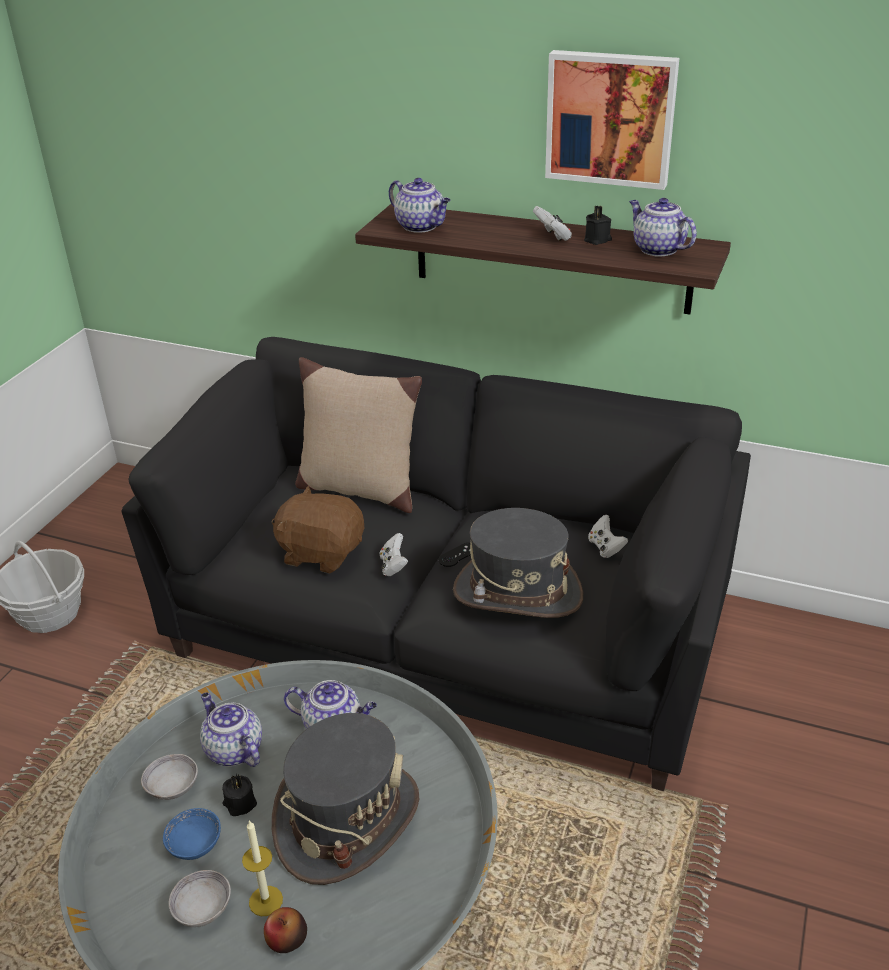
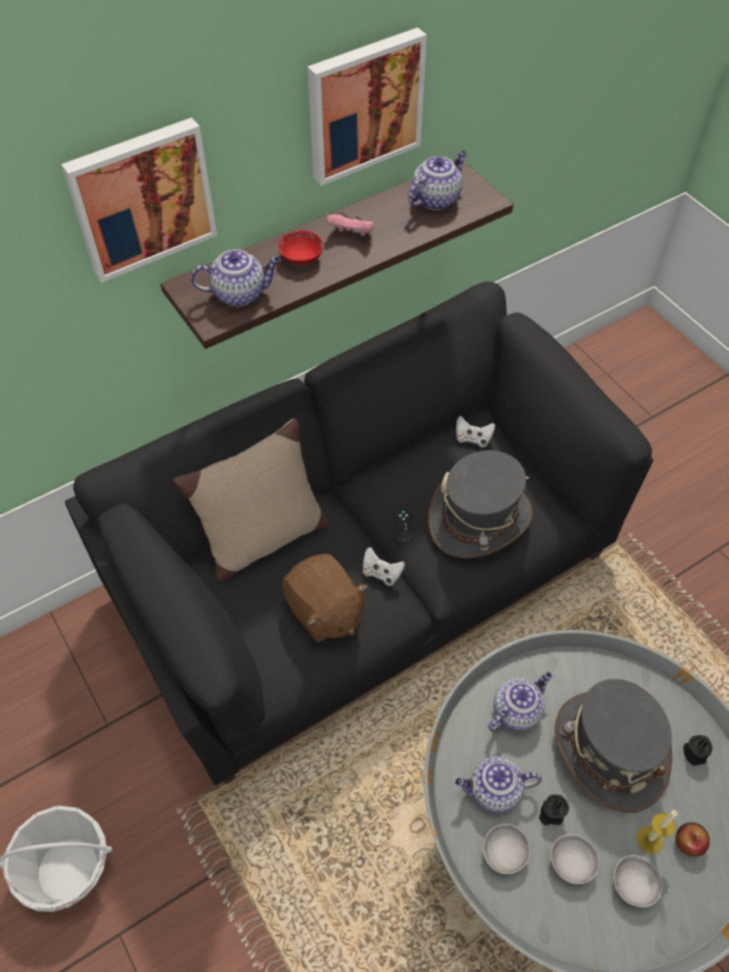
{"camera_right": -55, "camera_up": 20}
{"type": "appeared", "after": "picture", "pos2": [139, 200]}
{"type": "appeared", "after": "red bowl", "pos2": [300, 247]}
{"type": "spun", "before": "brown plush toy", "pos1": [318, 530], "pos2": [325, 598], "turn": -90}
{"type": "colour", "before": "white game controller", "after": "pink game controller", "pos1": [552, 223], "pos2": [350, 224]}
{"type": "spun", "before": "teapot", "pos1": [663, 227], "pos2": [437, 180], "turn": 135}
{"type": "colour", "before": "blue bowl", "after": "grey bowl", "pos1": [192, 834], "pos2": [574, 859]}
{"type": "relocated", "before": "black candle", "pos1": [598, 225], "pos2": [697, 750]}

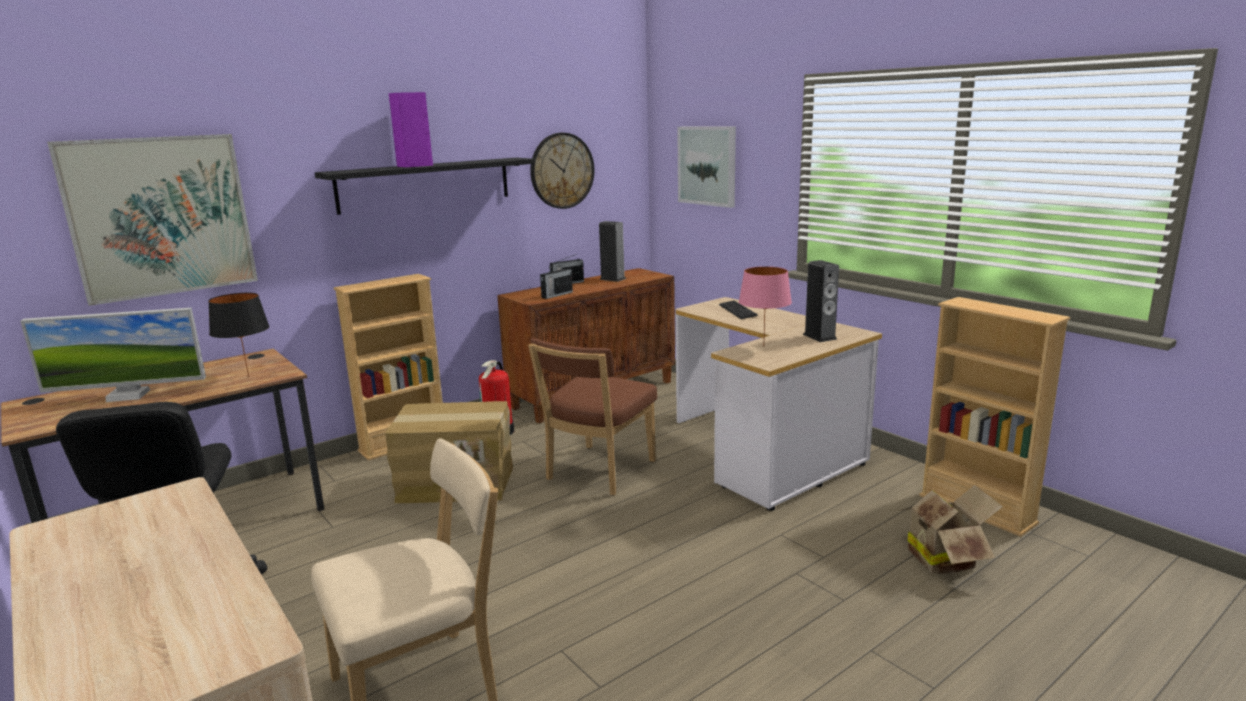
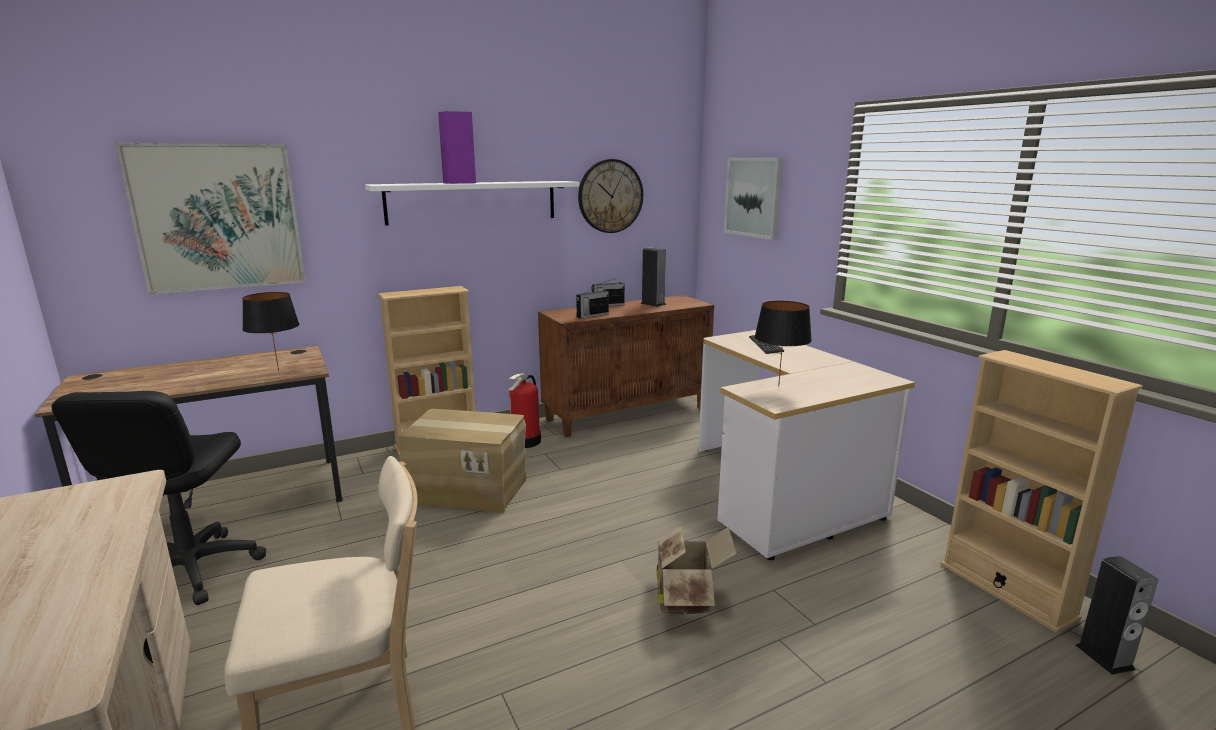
{"camera_right": 10, "camera_up": 0}
{"type": "colour", "before": "black shelf", "after": "white shelf", "pos1": [425, 186], "pos2": [472, 203]}
{"type": "relocated", "before": "cardboard box", "pos1": [950, 529], "pos2": [696, 570]}
{"type": "colour", "before": "pink table lamp", "after": "black table lamp", "pos1": [765, 306], "pos2": [783, 343]}
{"type": "relocated", "before": "speaker", "pos1": [821, 301], "pos2": [1117, 615]}
{"type": "missing", "before": "monitor", "pos1": [113, 354]}
{"type": "missing", "before": "brown chair", "pos1": [592, 416]}

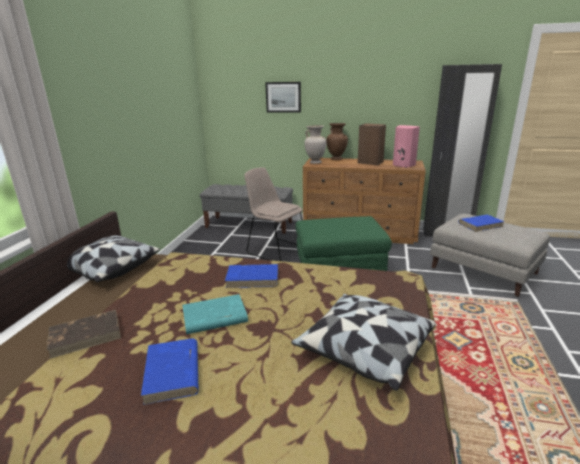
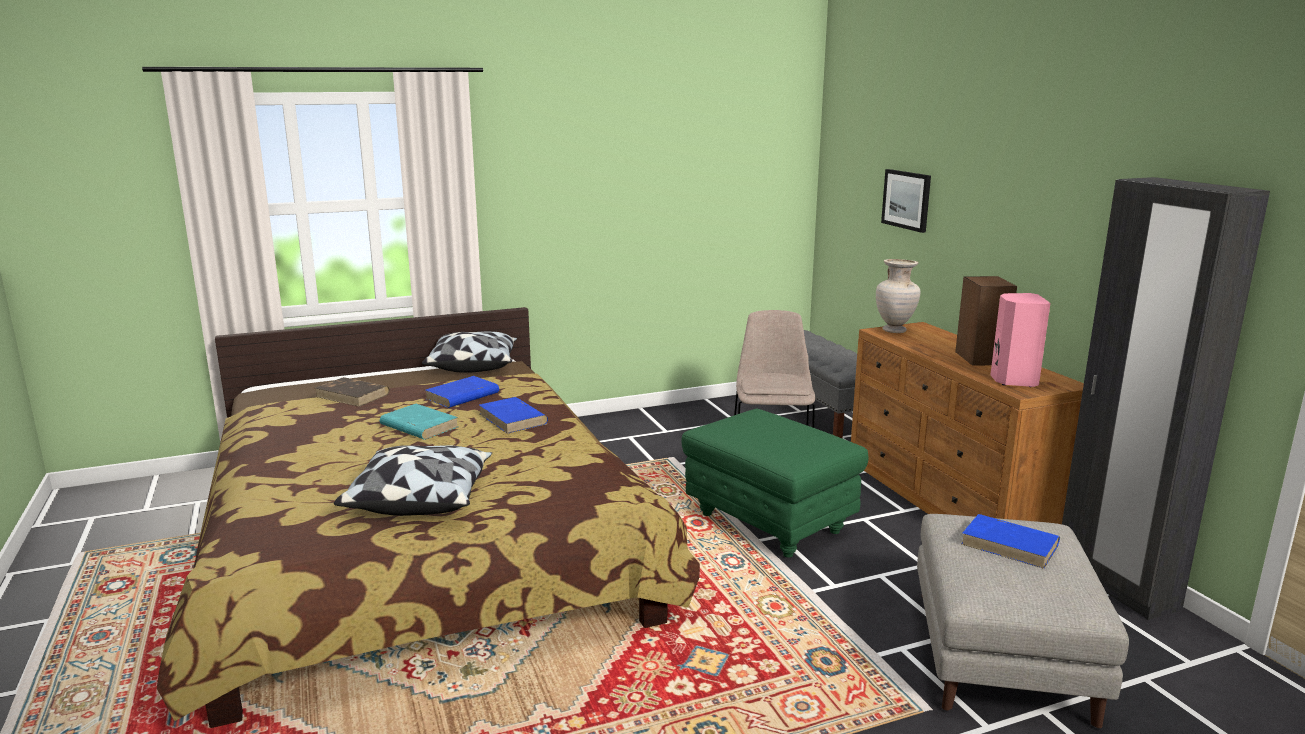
{"camera_right": 55, "camera_up": -5}
{"type": "relocated", "before": "blue book", "pos1": [170, 372], "pos2": [462, 392]}
{"type": "missing", "before": "brown vase", "pos1": [337, 141]}

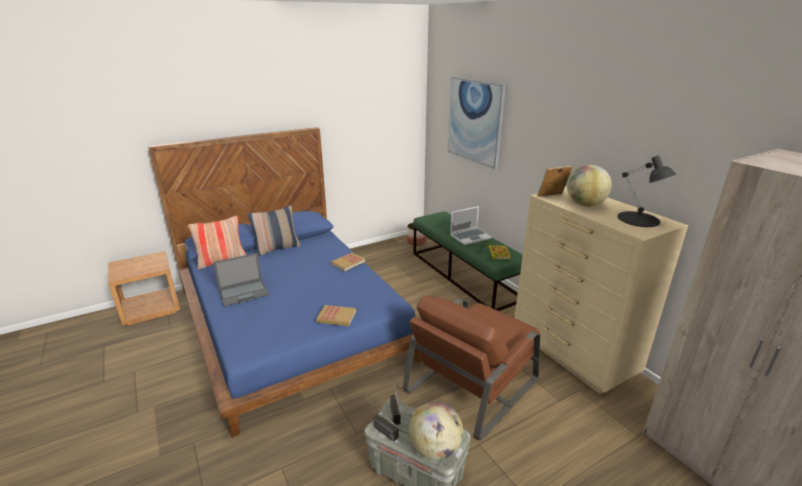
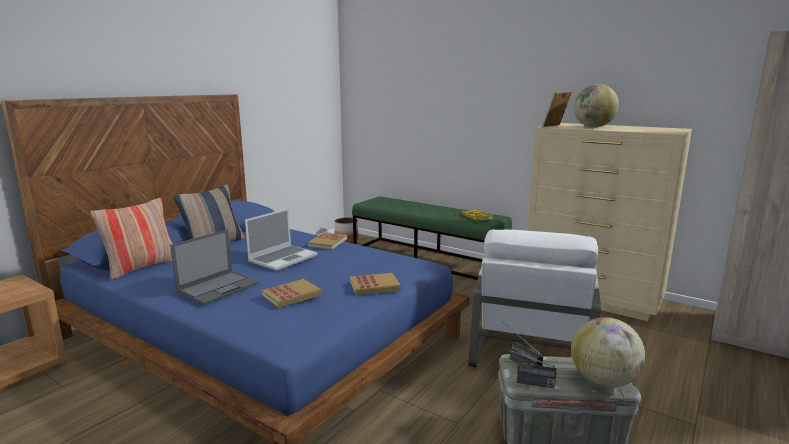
{"camera_right": -25, "camera_up": -10}
{"type": "relocated", "before": "laptop", "pos1": [471, 225], "pos2": [281, 239]}
{"type": "appeared", "after": "book", "pos2": [292, 293]}
{"type": "colour", "before": "brown armchair", "after": "white armchair", "pos1": [471, 368], "pos2": [534, 298]}
{"type": "missing", "before": "picture", "pos1": [477, 123]}
{"type": "missing", "before": "black table lamp", "pos1": [647, 191]}

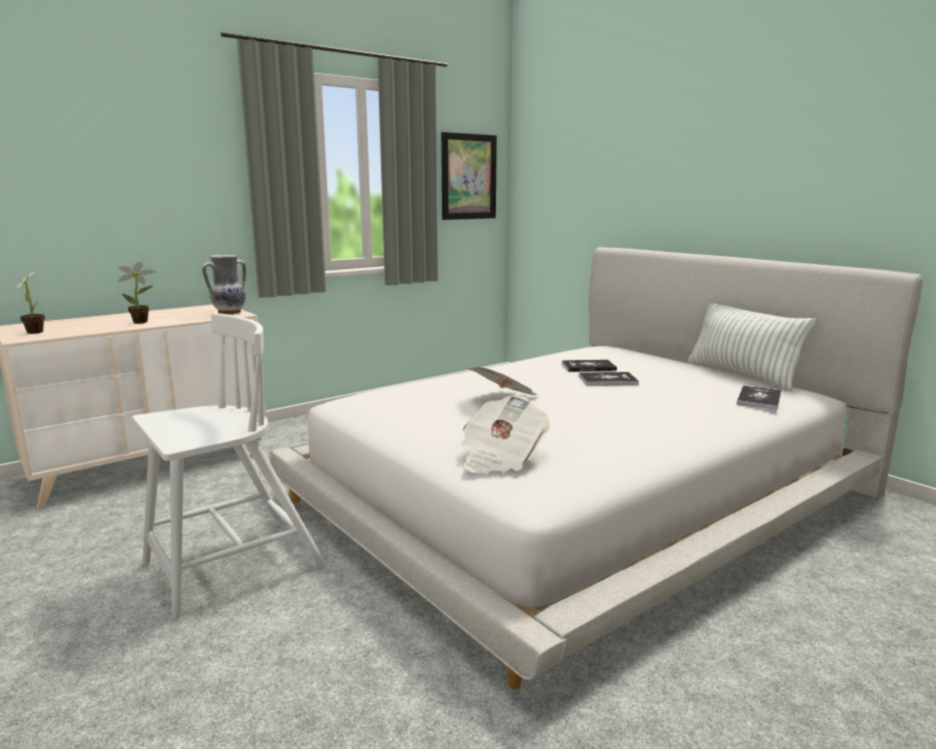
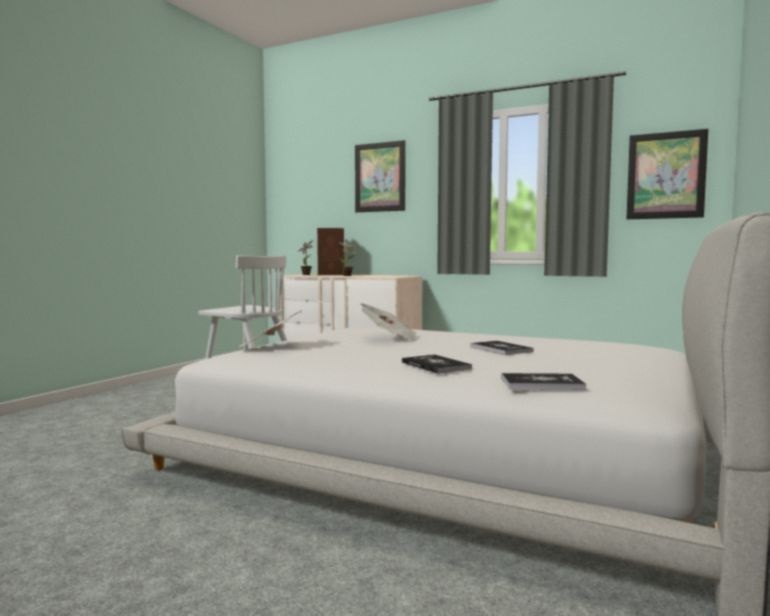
{"camera_right": 65, "camera_up": -10}
{"type": "appeared", "after": "brown speaker", "pos2": [330, 251]}
{"type": "appeared", "after": "picture", "pos2": [380, 176]}
{"type": "relocated", "before": "book", "pos1": [589, 365], "pos2": [437, 364]}
{"type": "missing", "before": "vase", "pos1": [224, 284]}
{"type": "missing", "before": "pillow", "pos1": [751, 347]}

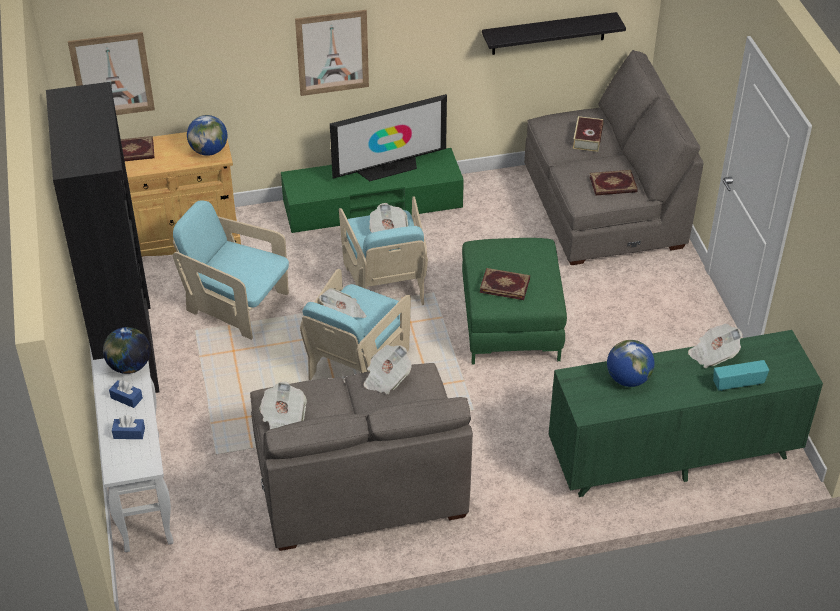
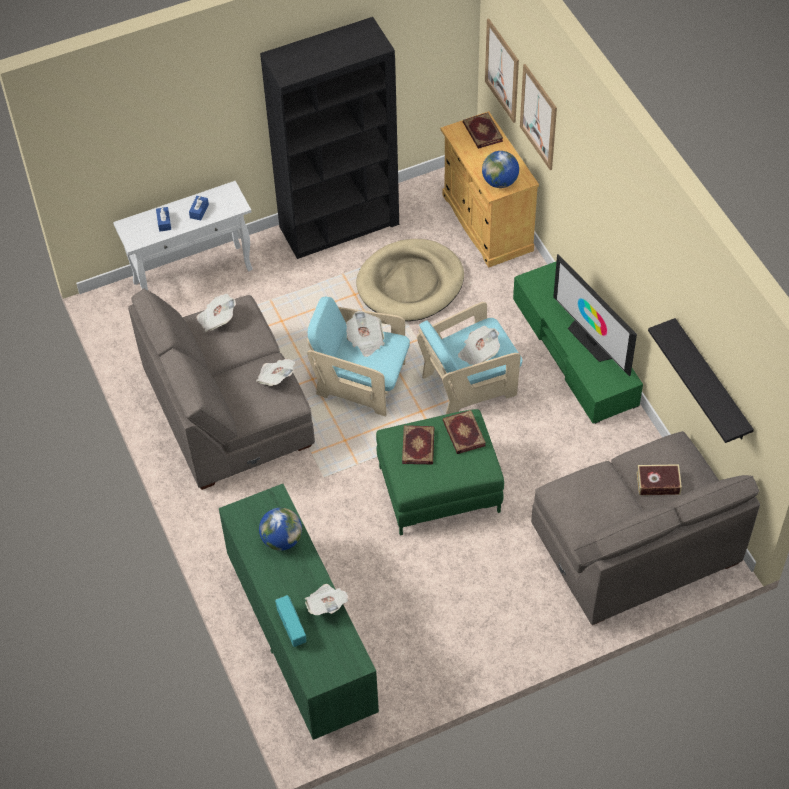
{"camera_right": 80, "camera_up": 10}
{"type": "exchanged", "before": "turquoise armchair", "after": "beige dog bed", "pos1": [231, 270], "pos2": [410, 280]}
{"type": "relocated", "before": "book", "pos1": [614, 182], "pos2": [464, 432]}
{"type": "relocated", "before": "picture", "pos1": [332, 53], "pos2": [538, 117]}
{"type": "missing", "before": "globe", "pos1": [127, 350]}

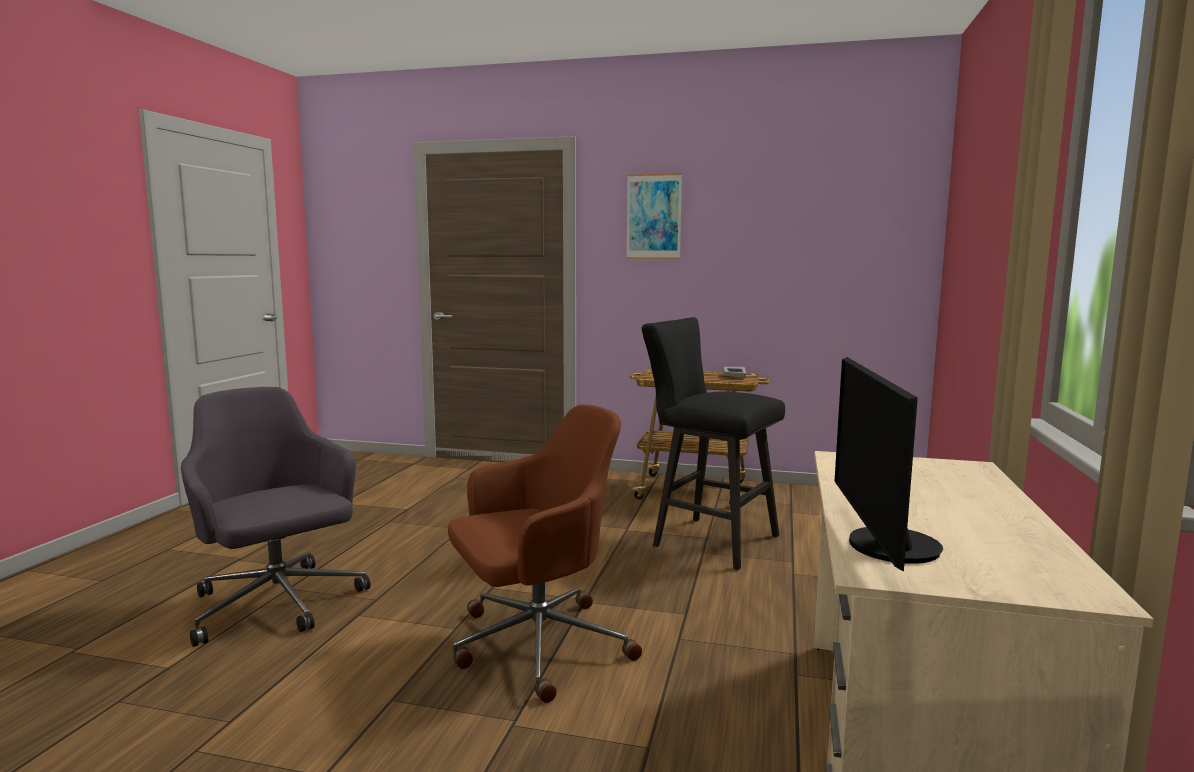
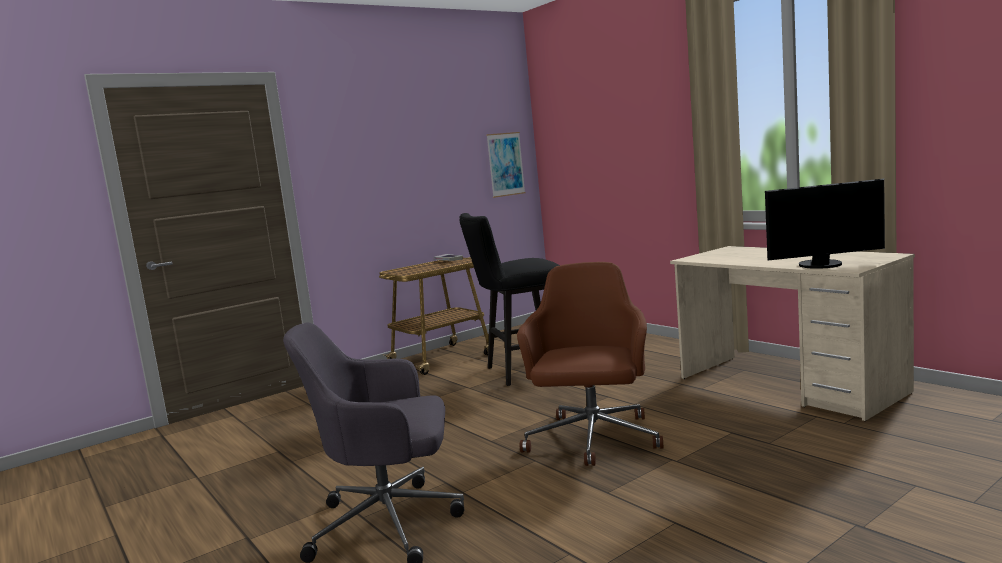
{"camera_right": -50, "camera_up": 0}
{"type": "relocated", "before": "picture", "pos1": [654, 216], "pos2": [505, 165]}
{"type": "spun", "before": "monitor", "pos1": [888, 464], "pos2": [825, 224], "turn": -45}

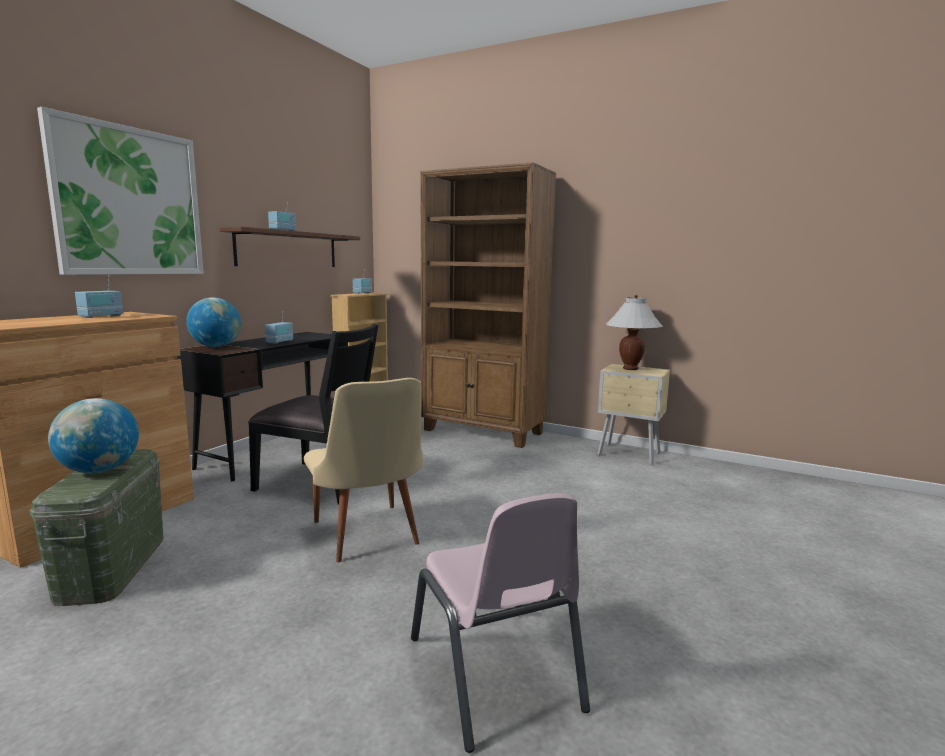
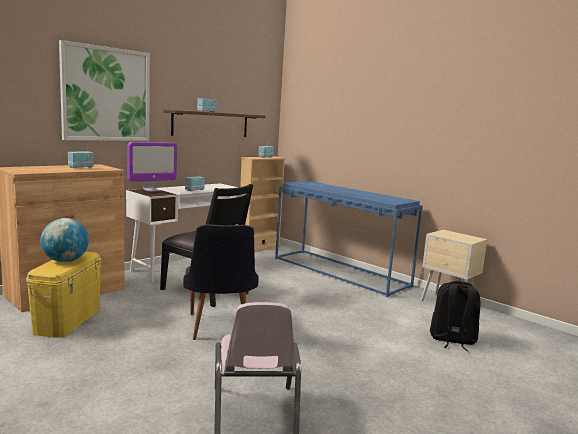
{"camera_right": 15, "camera_up": 0}
{"type": "colour", "before": "green storage box", "after": "yellow storage box", "pos1": [96, 527], "pos2": [64, 294]}
{"type": "colour", "before": "black desk", "after": "white desk", "pos1": [262, 406], "pos2": [185, 232]}
{"type": "exchanged", "before": "globe", "after": "monitor", "pos1": [213, 322], "pos2": [152, 167]}
{"type": "colour", "before": "beige chair", "after": "black chair", "pos1": [363, 470], "pos2": [221, 282]}
{"type": "exchanged", "before": "brown bookcase", "after": "blue console table", "pos1": [488, 305], "pos2": [349, 239]}
{"type": "appeared", "after": "black backpack", "pos2": [455, 316]}
{"type": "missing", "before": "white table lamp", "pos1": [634, 332]}

